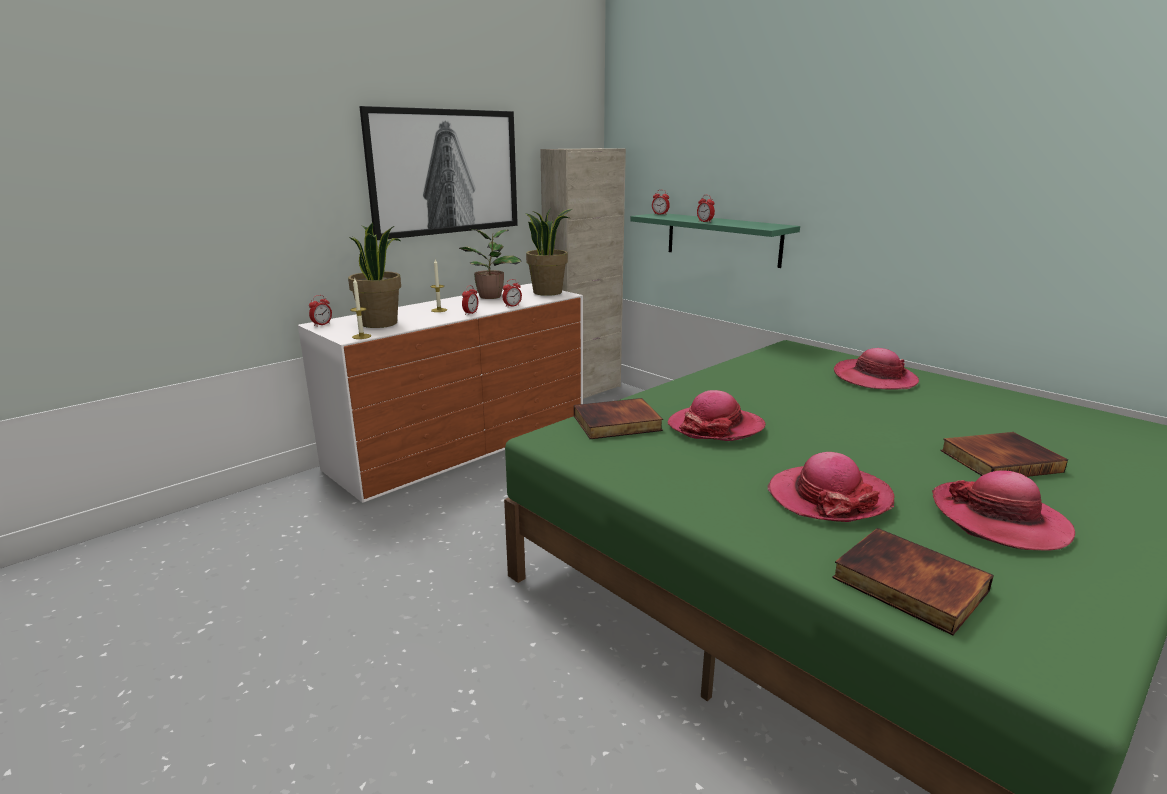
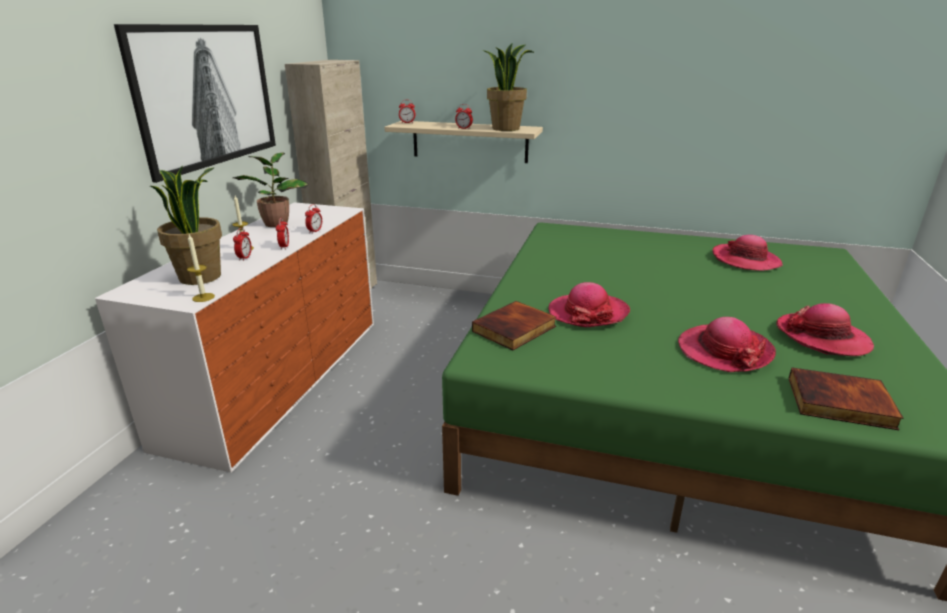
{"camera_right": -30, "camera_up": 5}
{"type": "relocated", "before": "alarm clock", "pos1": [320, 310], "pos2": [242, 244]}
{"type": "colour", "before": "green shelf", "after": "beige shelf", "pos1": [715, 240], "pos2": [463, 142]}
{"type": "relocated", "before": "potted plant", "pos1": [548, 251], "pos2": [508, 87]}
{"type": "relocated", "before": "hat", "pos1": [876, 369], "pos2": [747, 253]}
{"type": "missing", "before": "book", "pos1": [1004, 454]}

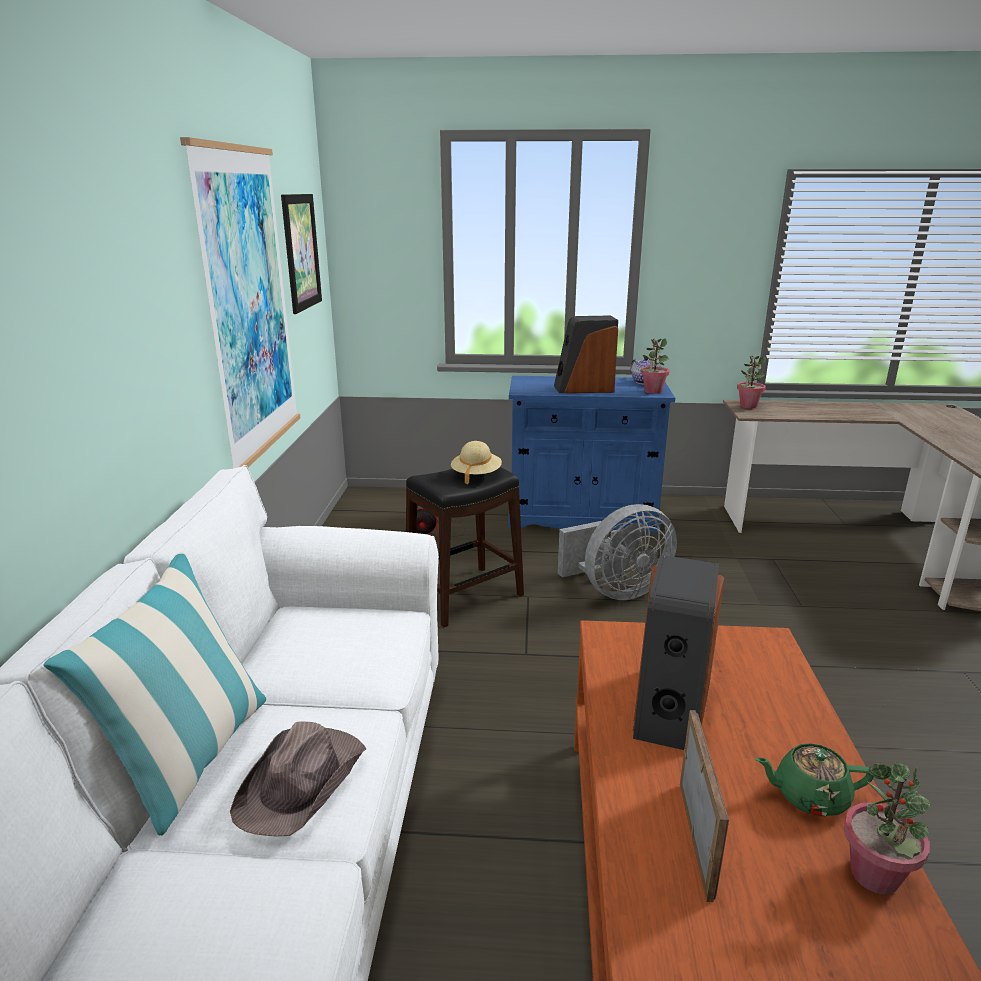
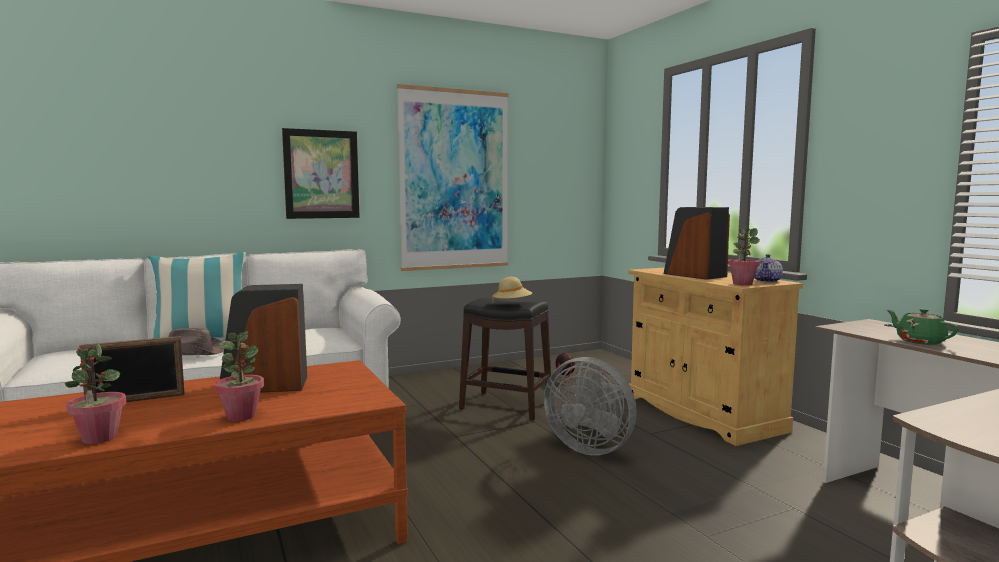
{"camera_right": 60, "camera_up": -15}
{"type": "relocated", "before": "potted plant", "pos1": [751, 381], "pos2": [239, 376]}
{"type": "relocated", "before": "picture", "pos1": [301, 254], "pos2": [321, 173]}
{"type": "colour", "before": "blue cabinet", "after": "beige cabinet", "pos1": [592, 454], "pos2": [715, 356]}
{"type": "relocated", "before": "green teapot", "pos1": [815, 779], "pos2": [923, 327]}

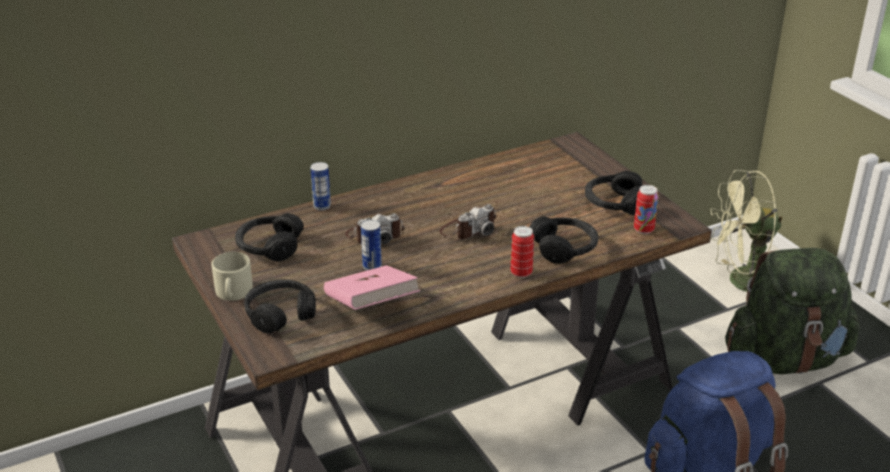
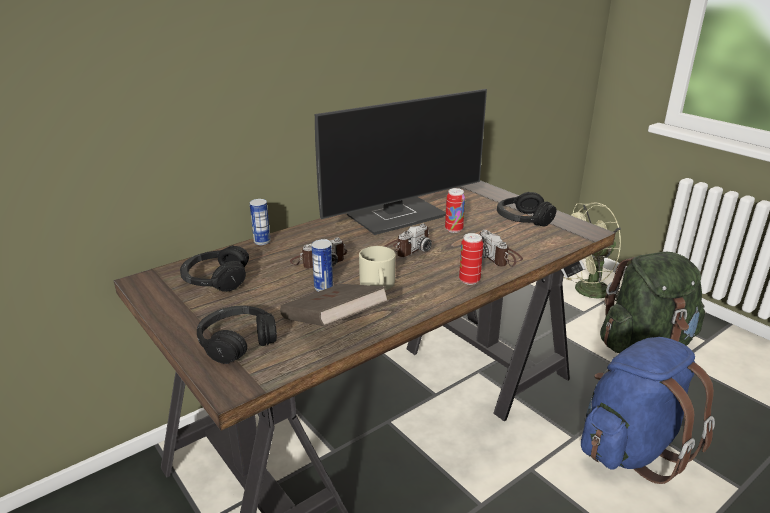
{"camera_right": -10, "camera_up": -5}
{"type": "colour", "before": "pink book", "after": "brown book", "pos1": [372, 287], "pos2": [334, 305]}
{"type": "appeared", "after": "monitor", "pos2": [401, 162]}
{"type": "relocated", "before": "beige mug", "pos1": [232, 276], "pos2": [377, 268]}
{"type": "relocated", "before": "can", "pos1": [646, 209], "pos2": [455, 210]}
{"type": "exchanged", "before": "black headphones", "after": "photo camera", "pos1": [563, 240], "pos2": [501, 248]}

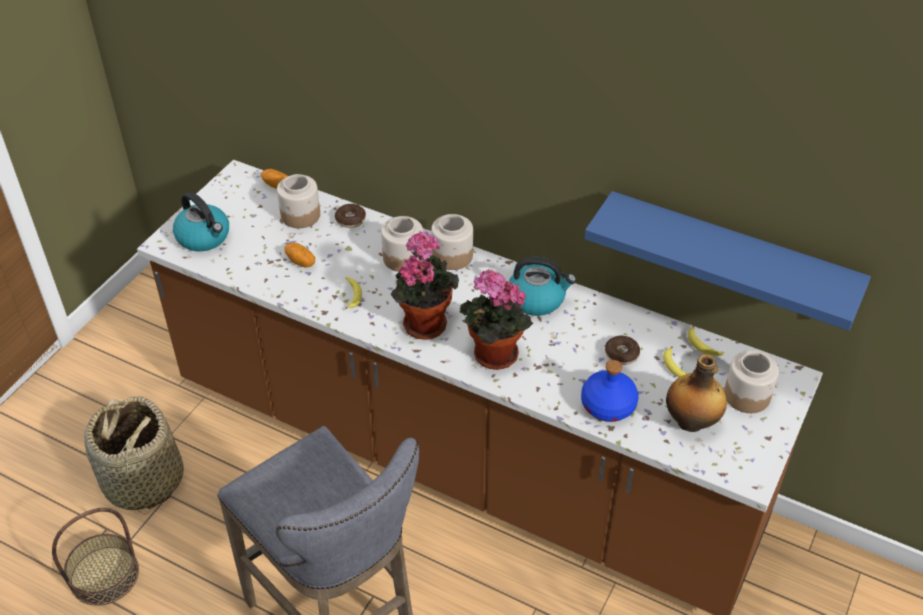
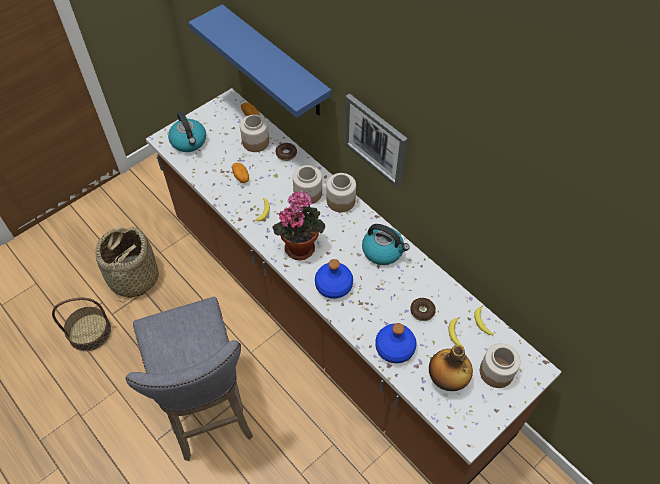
{"camera_right": 20, "camera_up": 10}
{"type": "relocated", "before": "blue shelf", "pos1": [727, 261], "pos2": [259, 61]}
{"type": "exchanged", "before": "potted plant", "after": "blue bottle", "pos1": [496, 319], "pos2": [334, 279]}
{"type": "appeared", "after": "picture", "pos2": [376, 140]}

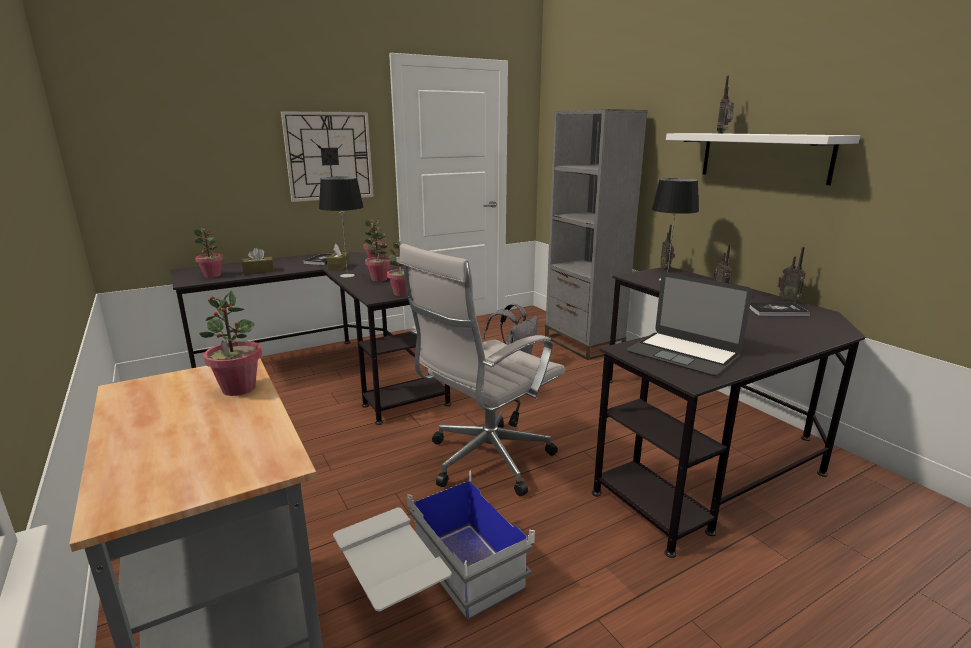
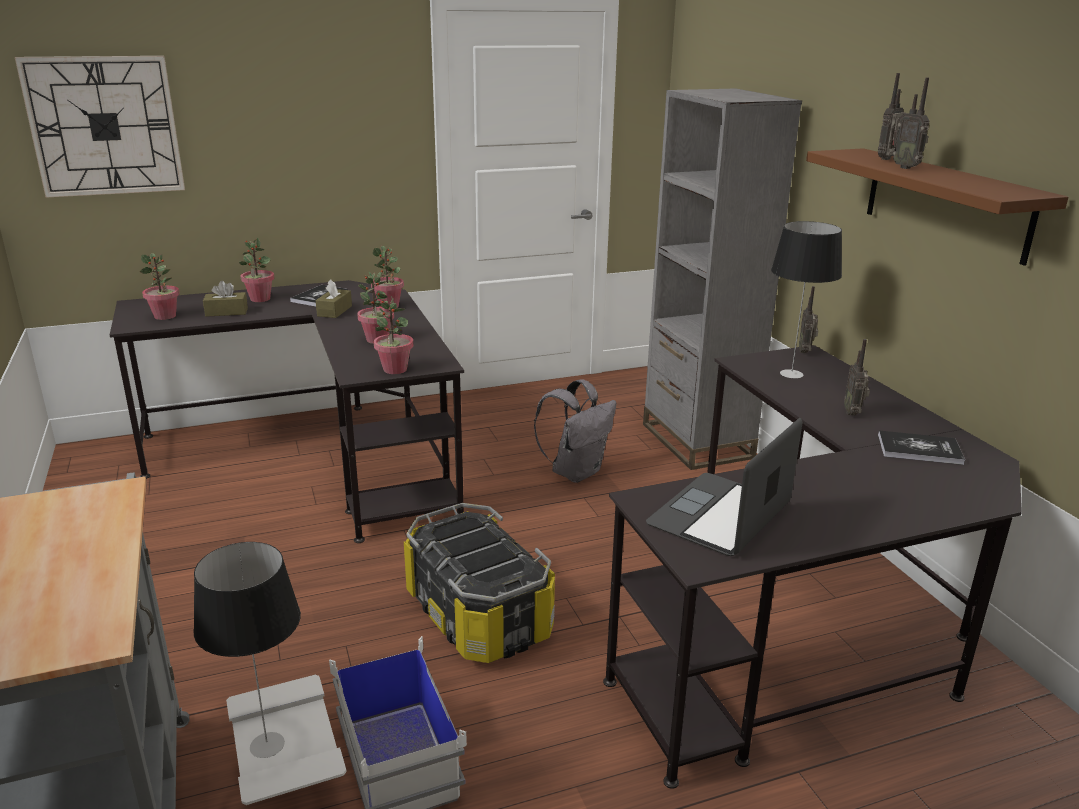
{"camera_right": 10, "camera_up": 5}
{"type": "relocated", "before": "wall clock", "pos1": [327, 156], "pos2": [100, 127]}
{"type": "relocated", "before": "table lamp", "pos1": [341, 227], "pos2": [247, 650]}
{"type": "relocated", "before": "potted plant", "pos1": [230, 343], "pos2": [256, 270]}
{"type": "exchanged", "before": "white office chair", "after": "storage box", "pos1": [482, 369], "pos2": [479, 583]}
{"type": "spun", "before": "laptop", "pos1": [689, 324], "pos2": [724, 487], "turn": 75}
{"type": "colour", "before": "white shelf", "after": "brown shelf", "pos1": [763, 159], "pos2": [937, 207]}
{"type": "relocated", "before": "radio", "pos1": [791, 274], "pos2": [910, 123]}

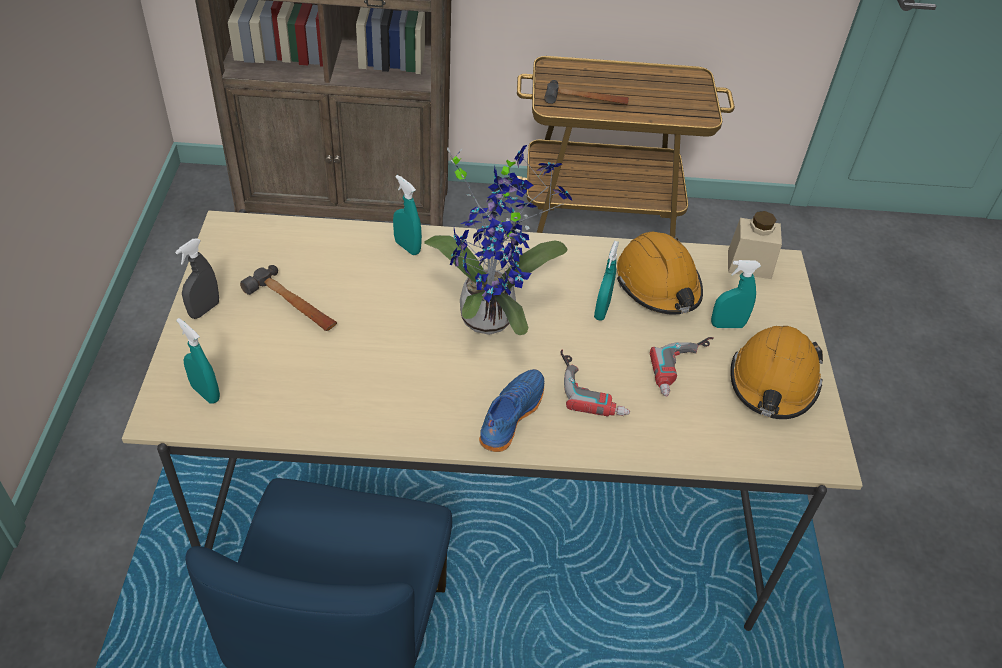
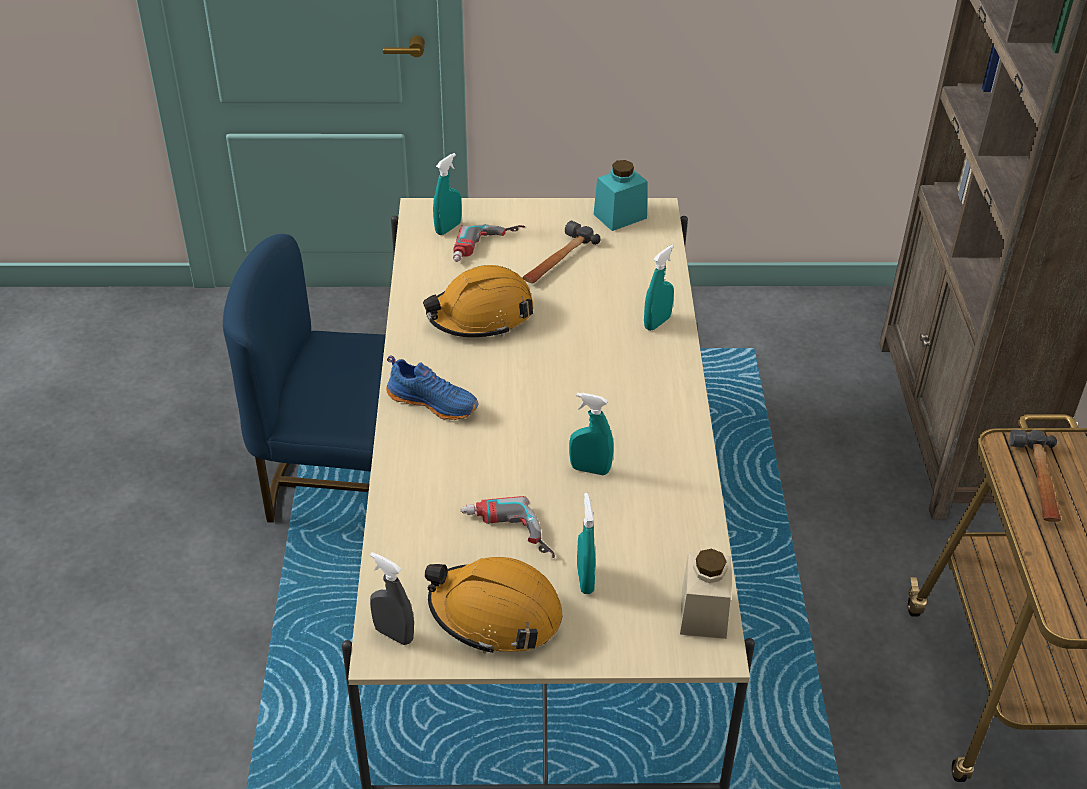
{"camera_right": 90, "camera_up": -5}
{"type": "relocated", "before": "grey spray bottle", "pos1": [197, 278], "pos2": [392, 598]}
{"type": "relocated", "before": "orange hard hat", "pos1": [660, 273], "pos2": [478, 301]}
{"type": "relocated", "before": "power drill", "pos1": [595, 383], "pos2": [489, 243]}
{"type": "appeared", "after": "turquoise jar", "pos2": [620, 195]}
{"type": "missing", "before": "potted plant", "pos1": [498, 240]}

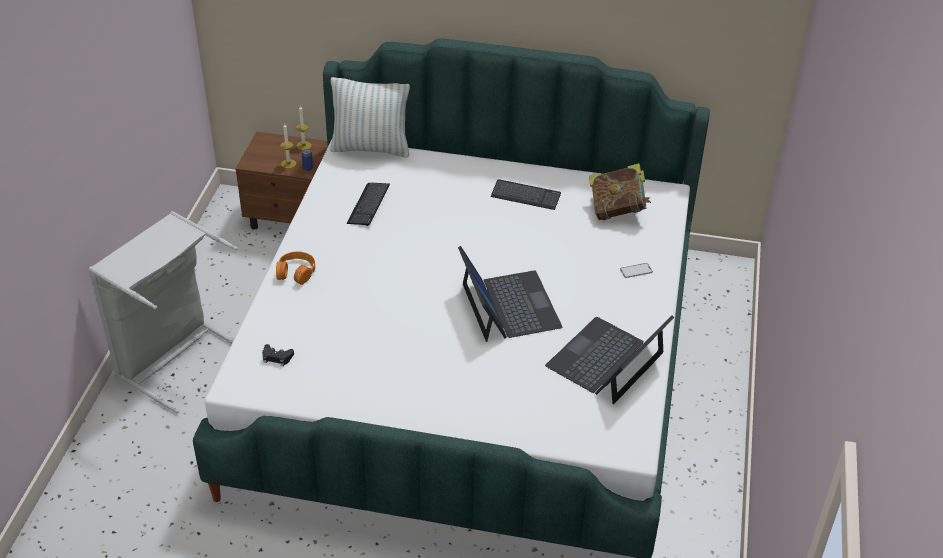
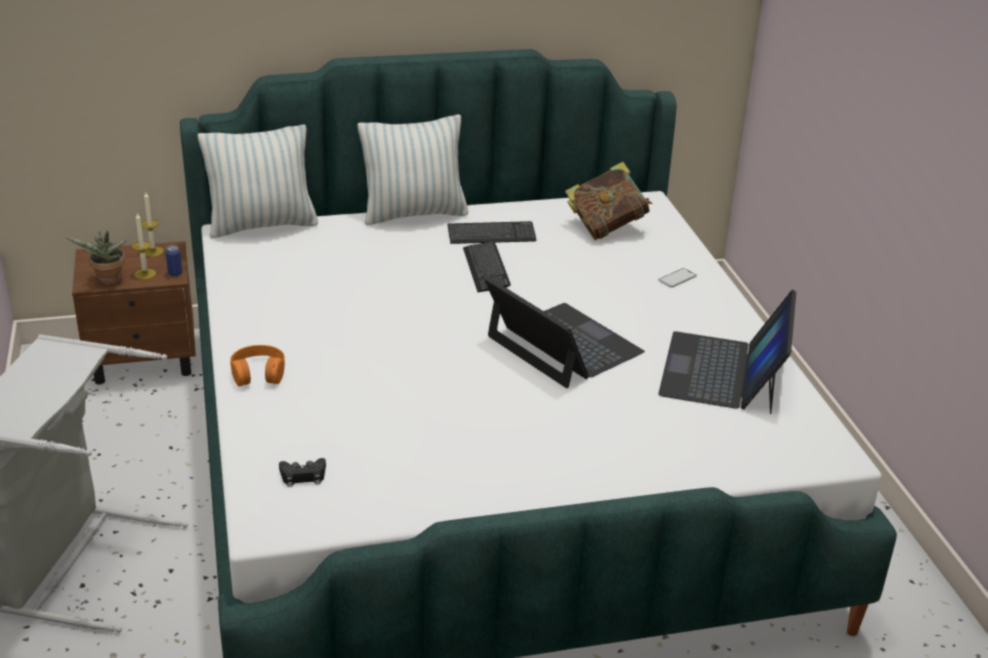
{"camera_right": -25, "camera_up": -10}
{"type": "appeared", "after": "potted plant", "pos2": [97, 257]}
{"type": "appeared", "after": "pillow", "pos2": [413, 170]}
{"type": "relocated", "before": "keyboard", "pos1": [368, 204], "pos2": [487, 266]}

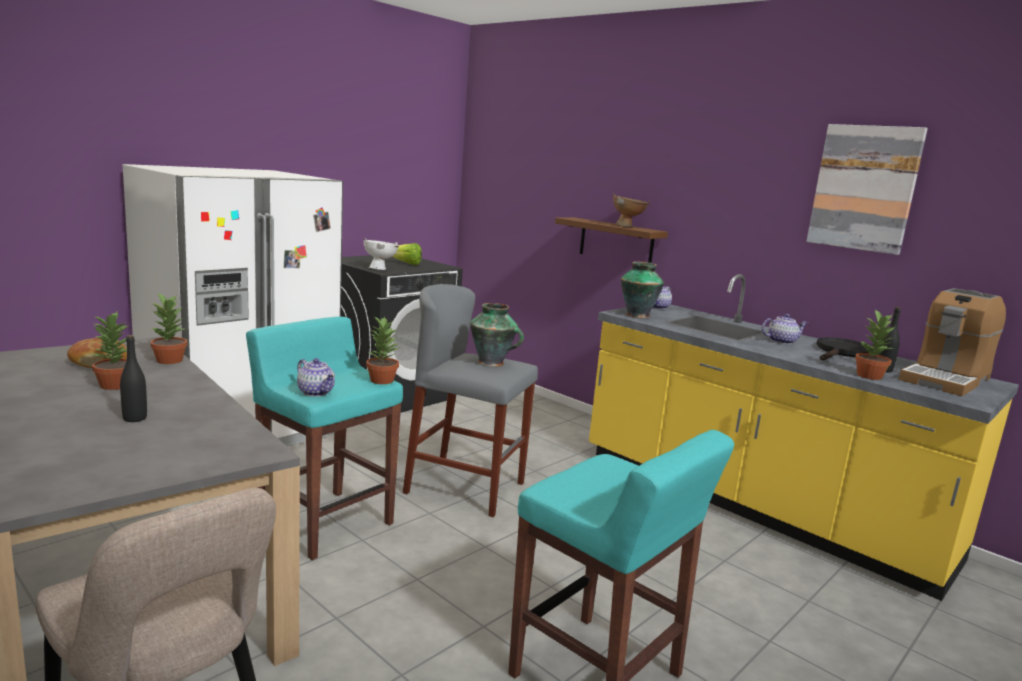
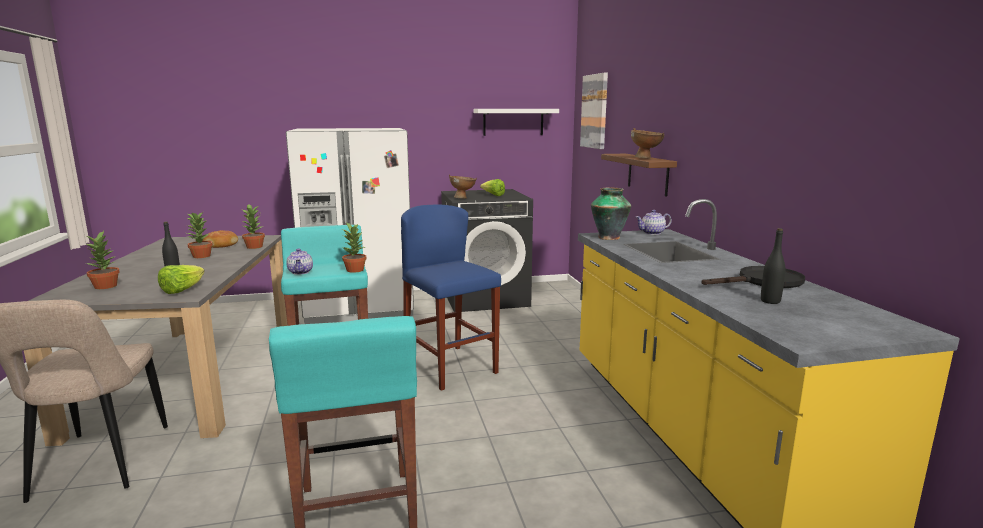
{"camera_right": 35, "camera_up": 0}
{"type": "relocated", "before": "potted plant", "pos1": [875, 344], "pos2": [102, 260]}
{"type": "appeared", "after": "lettuce", "pos2": [181, 279]}
{"type": "colour", "before": "grey stool", "after": "blue stool", "pos1": [470, 400], "pos2": [451, 297]}
{"type": "colour", "before": "white bowl", "after": "brown bowl", "pos1": [381, 254], "pos2": [463, 187]}
{"type": "appeared", "after": "white shelf", "pos2": [516, 122]}
{"type": "relocated", "before": "picture", "pos1": [867, 189], "pos2": [594, 111]}
{"type": "missing", "before": "vase", "pos1": [497, 335]}
{"type": "missing", "before": "teapot", "pos1": [784, 329]}
{"type": "missing", "before": "coffee machine", "pos1": [952, 342]}

